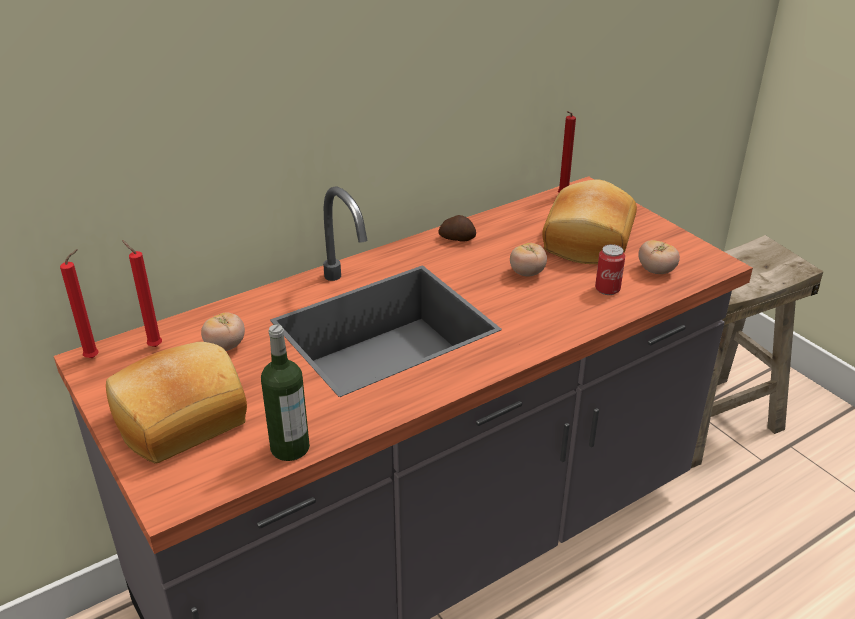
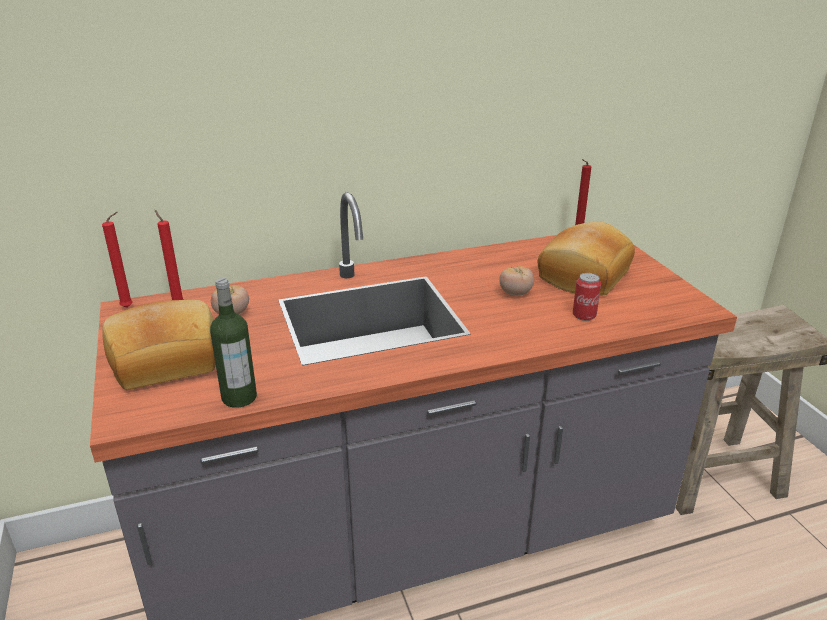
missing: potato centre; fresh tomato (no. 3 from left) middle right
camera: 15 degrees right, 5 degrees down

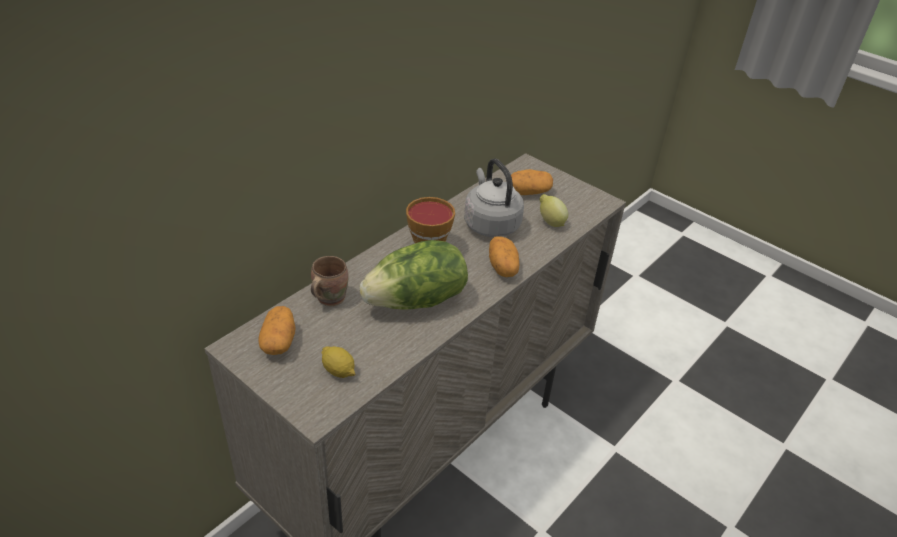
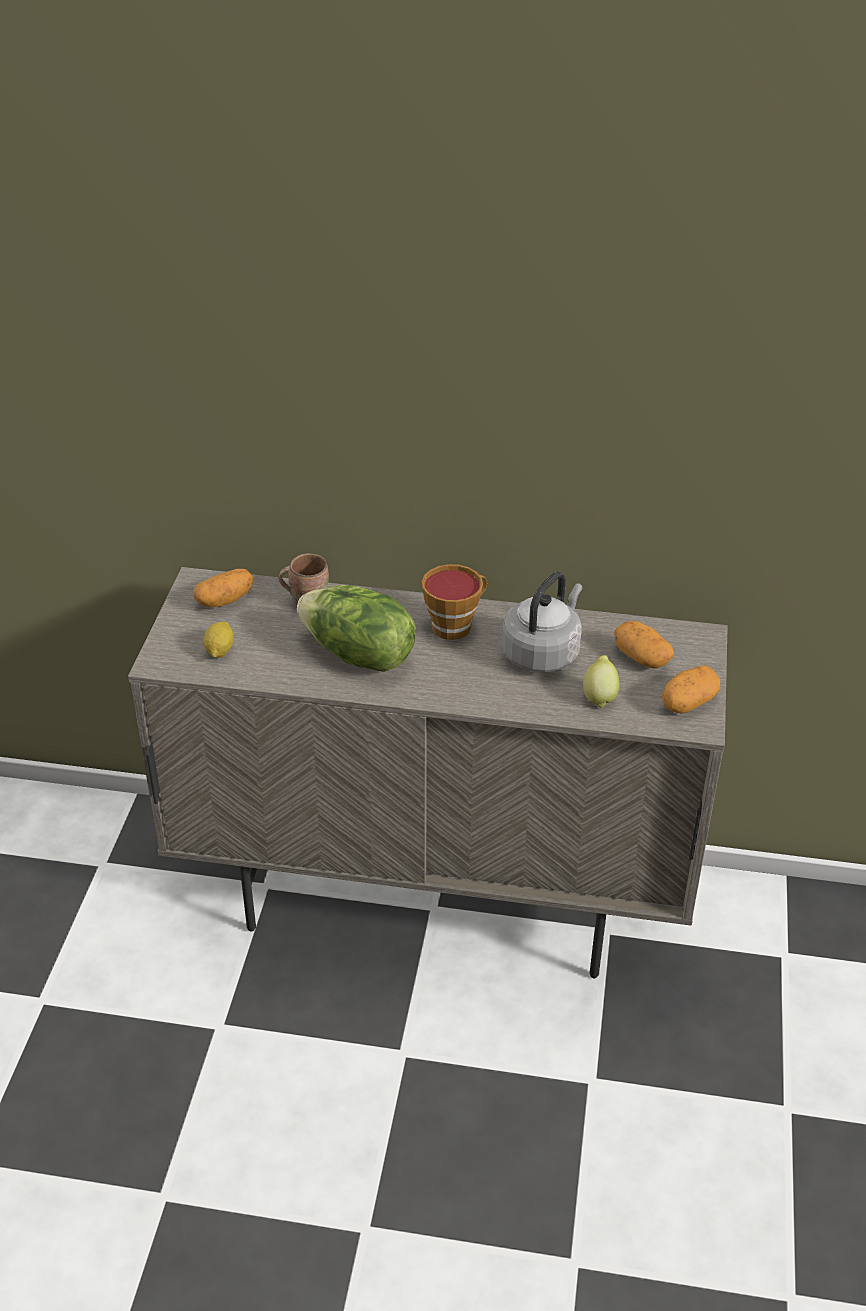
relocated: potato (no. 2 from left in the first image) centre to potato (no. 3 from left) middle right
camera: 60 degrees right, 0 degrees up

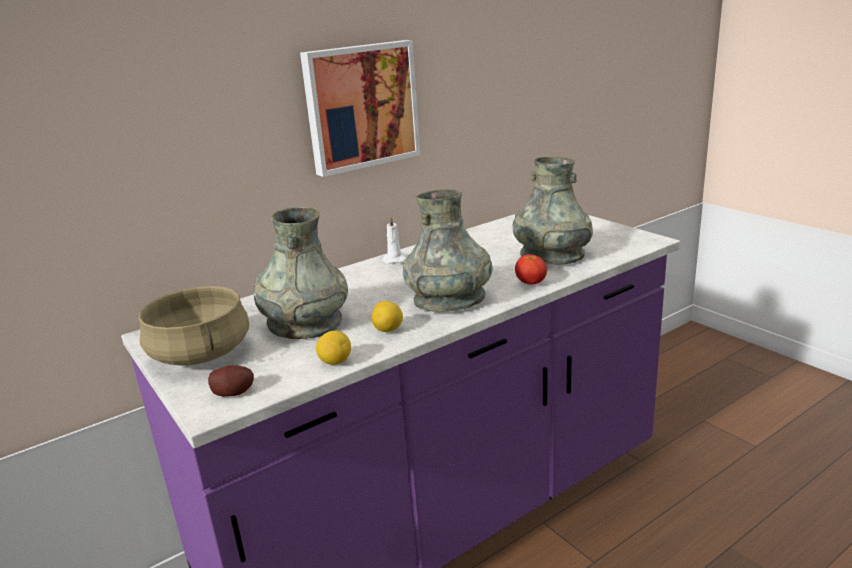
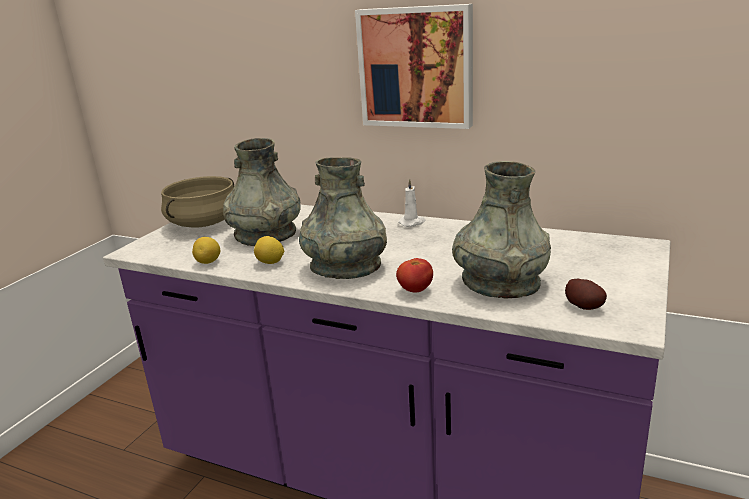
relocated: potato bottom left to middle right
camera: 60 degrees right, 0 degrees up

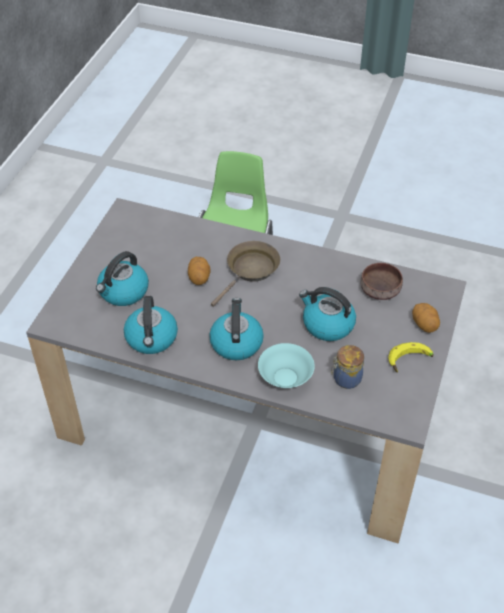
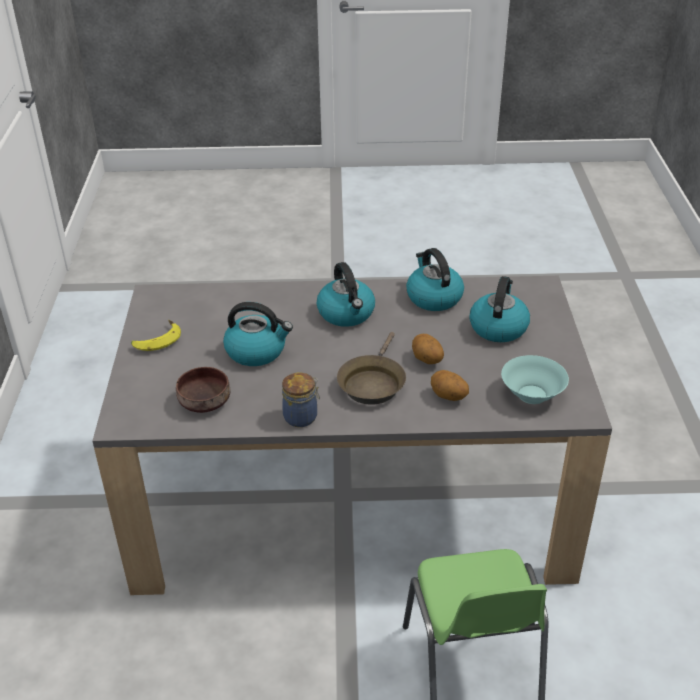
relocated: turquoise-coloured bowl centre to middle right; preserve jar middle right to centre; potato (no. 2 from left) middle right to centre
camera: 160 degrees right, 10 degrees down

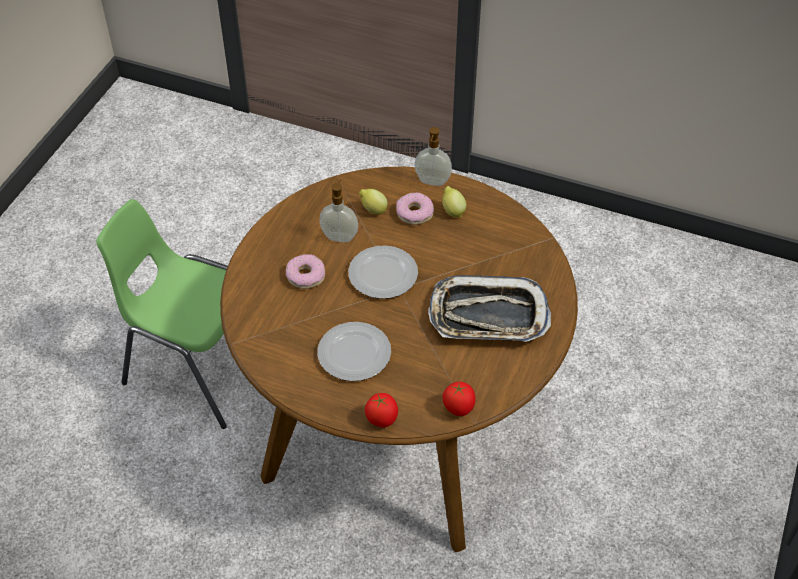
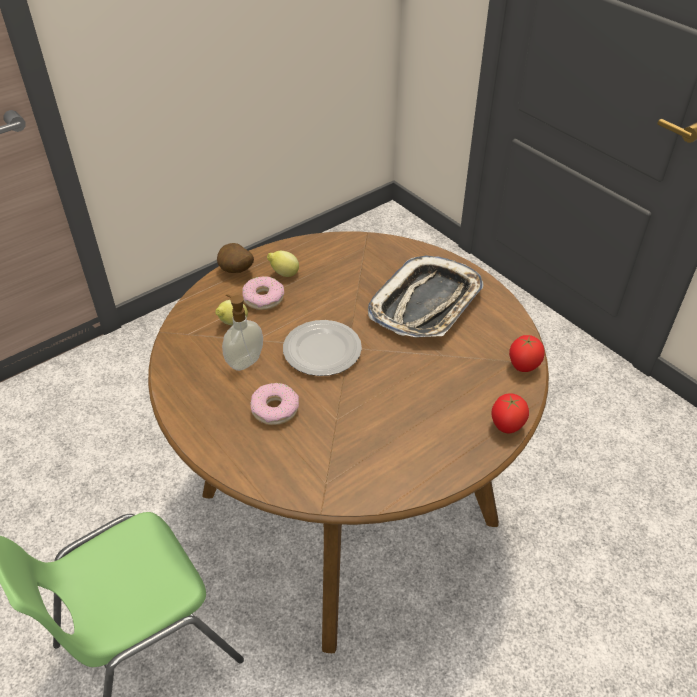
missing: dinner plate (no. 1 from left) centre
exchanged: liquid soap bottle (no. 2 from left) top centre to potato centre
camera: 60 degrees left, 5 degrees down

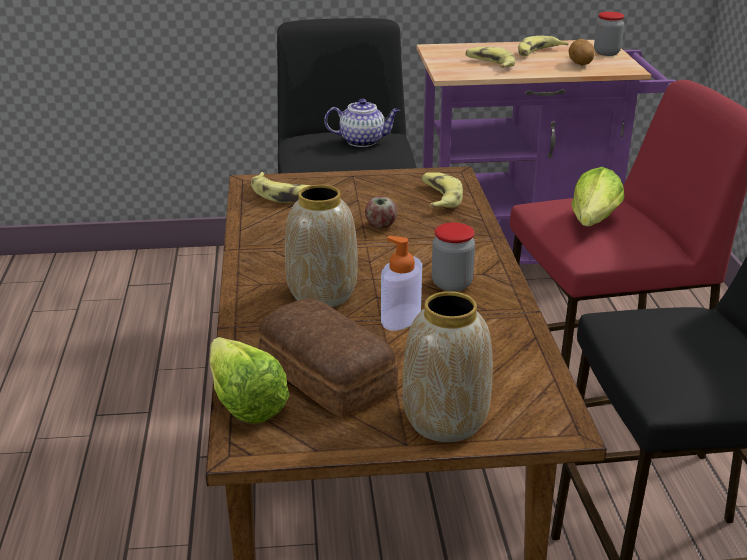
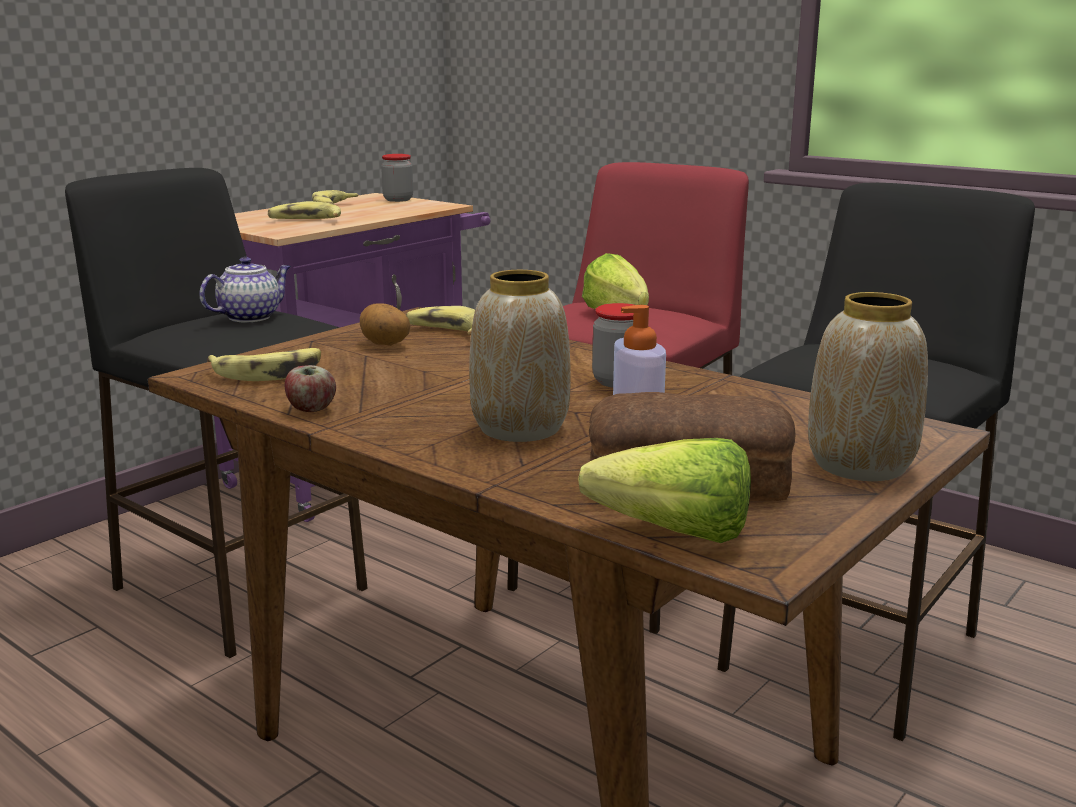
relocated: apple centre to middle left; potato top right to centre
camera: 45 degrees left, 10 degrees down

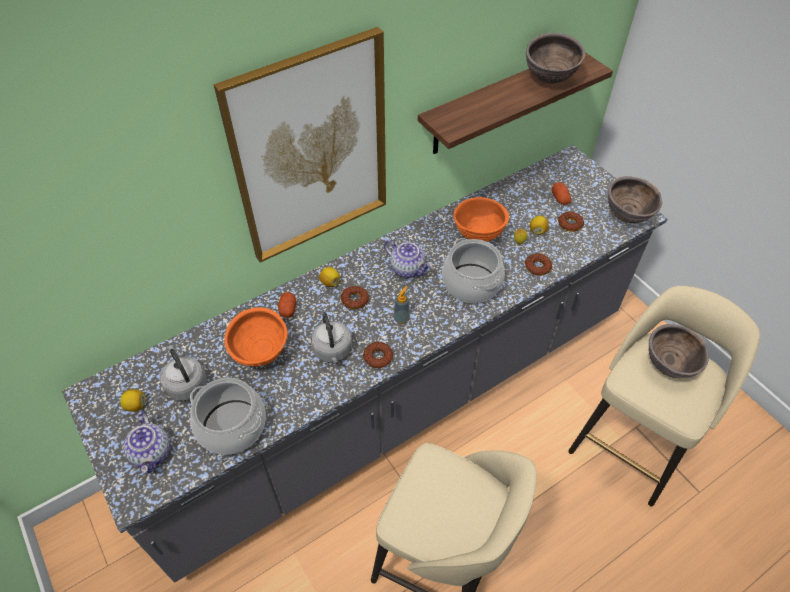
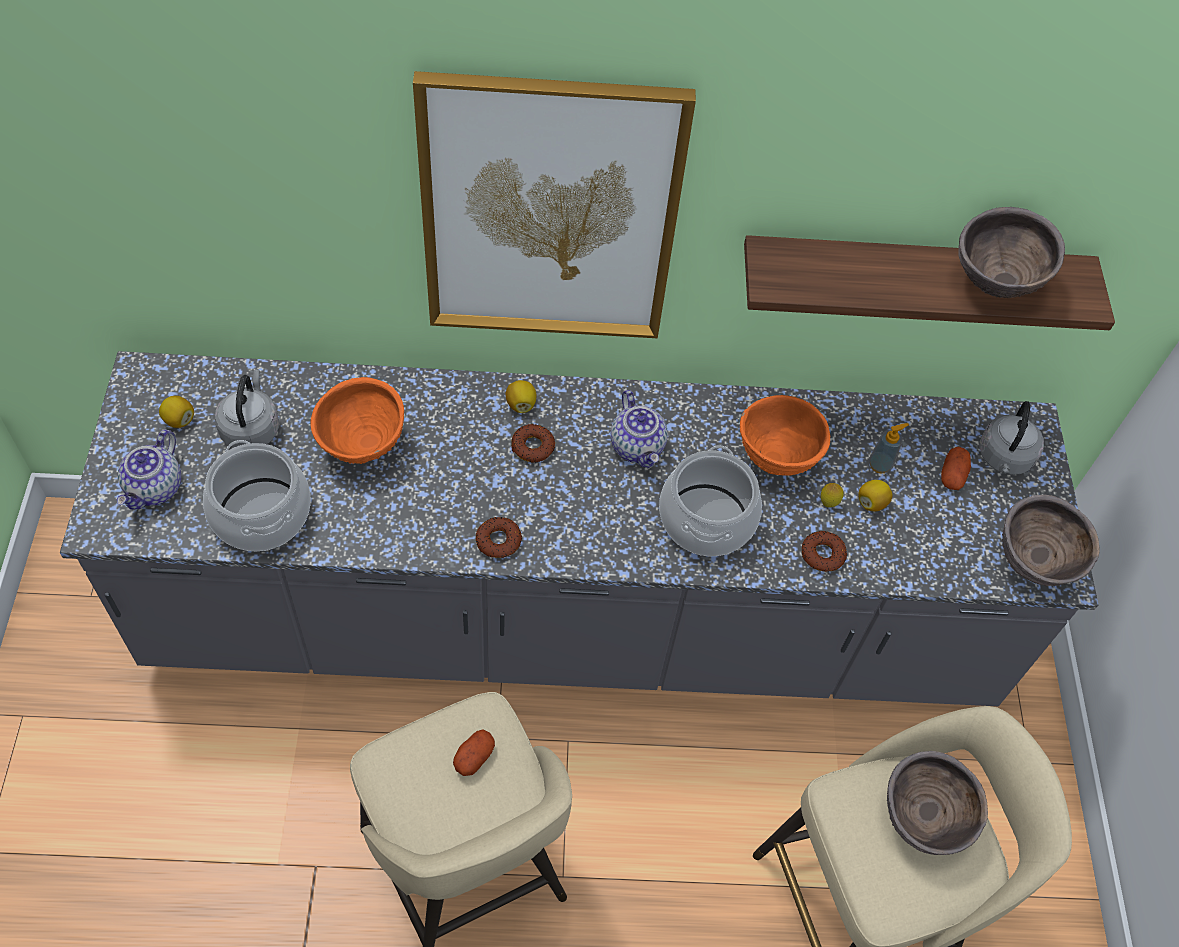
missing: doughnut (no. 4 from left) middle right
relocated: potato (no. 1 from left) centre to bottom centre; greyish kettle (no. 2 from left) centre to middle right; liquid soap bottle centre to middle right
camera: 30 degrees right, 5 degrees up

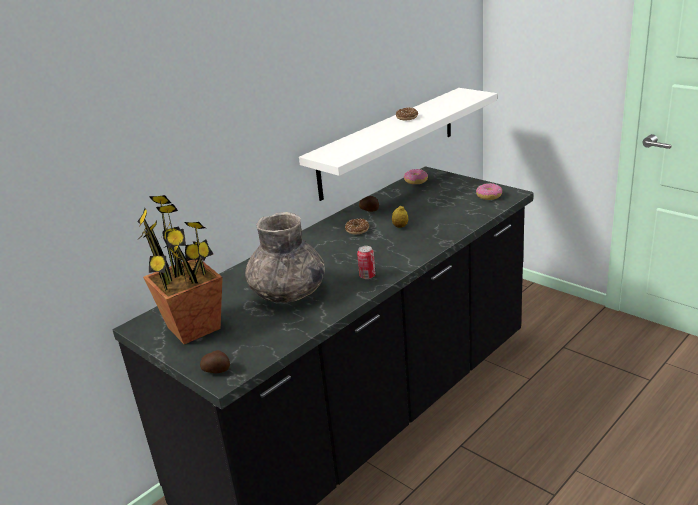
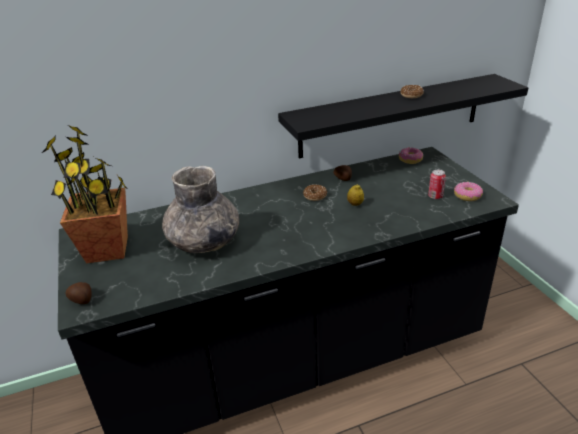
relocated: sealed can centre to middle right
colour: whitish bracket shelf top centre to black-coloured bracket shelf top right
camera: 25 degrees right, 5 degrees up

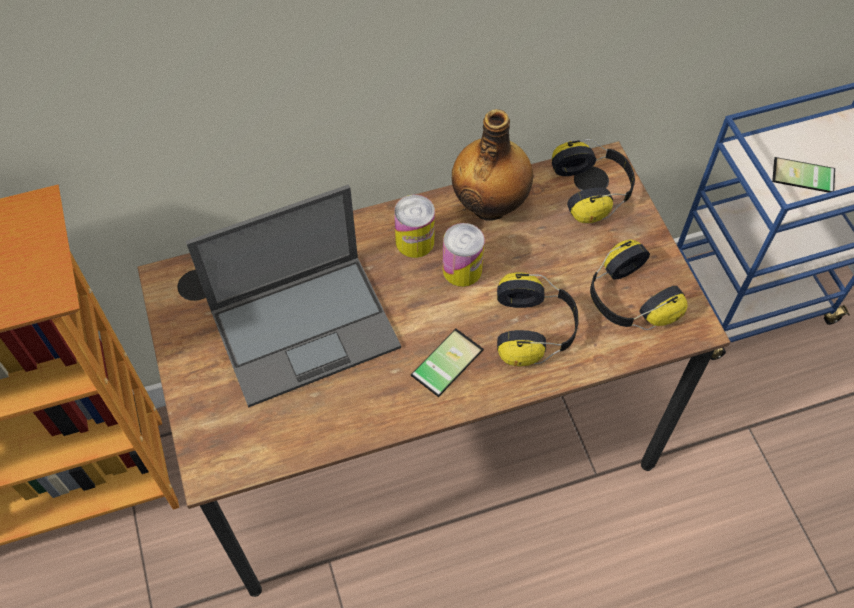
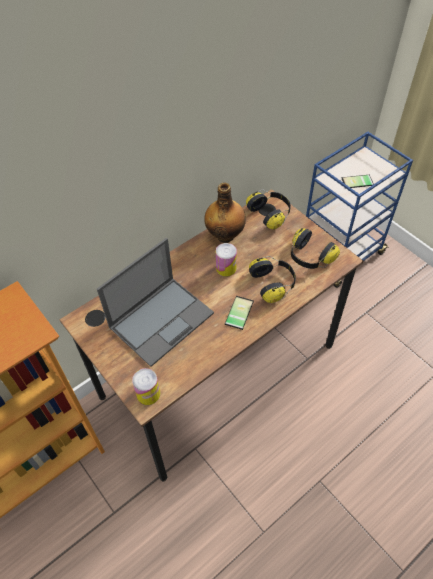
relocated: sealed can (no. 1 from left) centre to bottom centre
camera: 20 degrees left, 5 degrees down

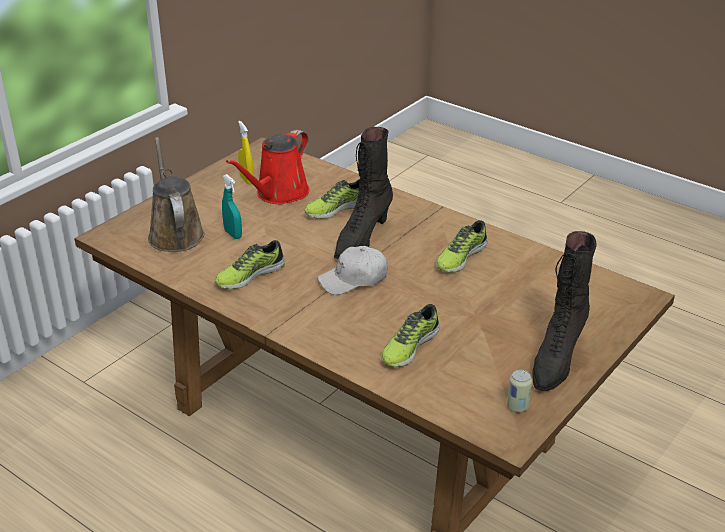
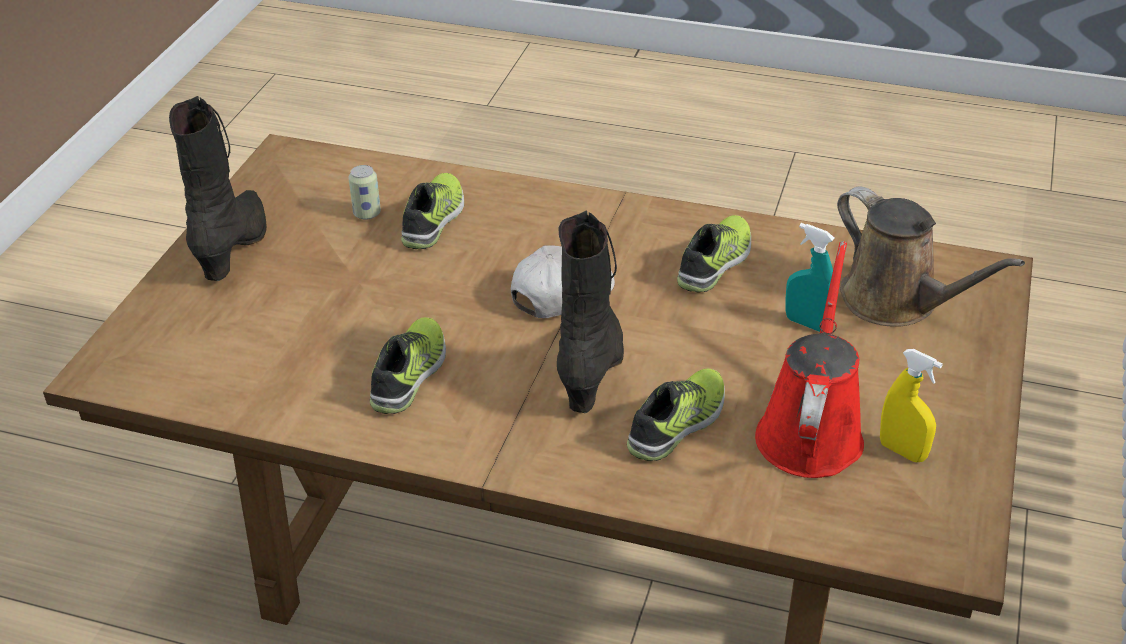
relocated: sealed can bottom right to top left
camera: 160 degrees right, 5 degrees up

